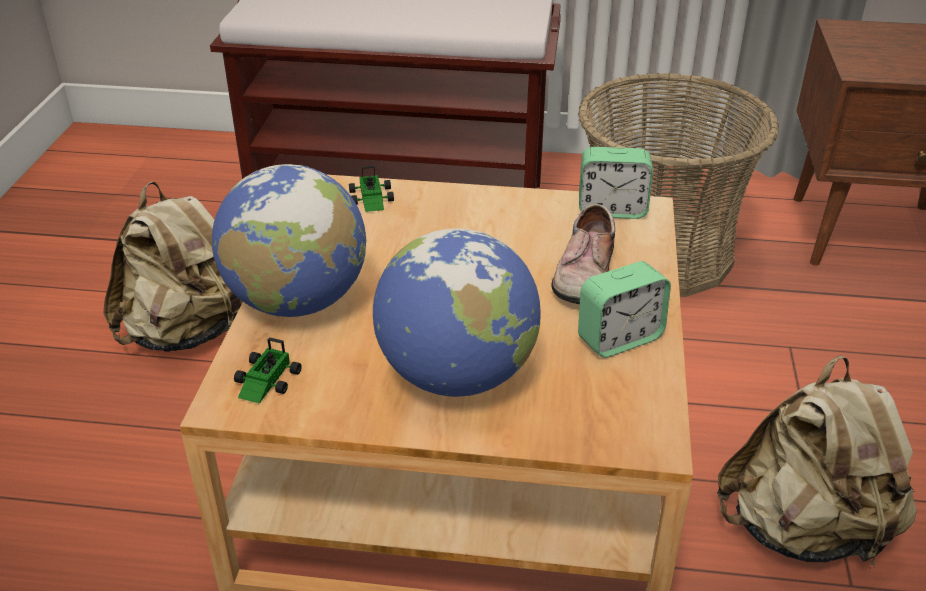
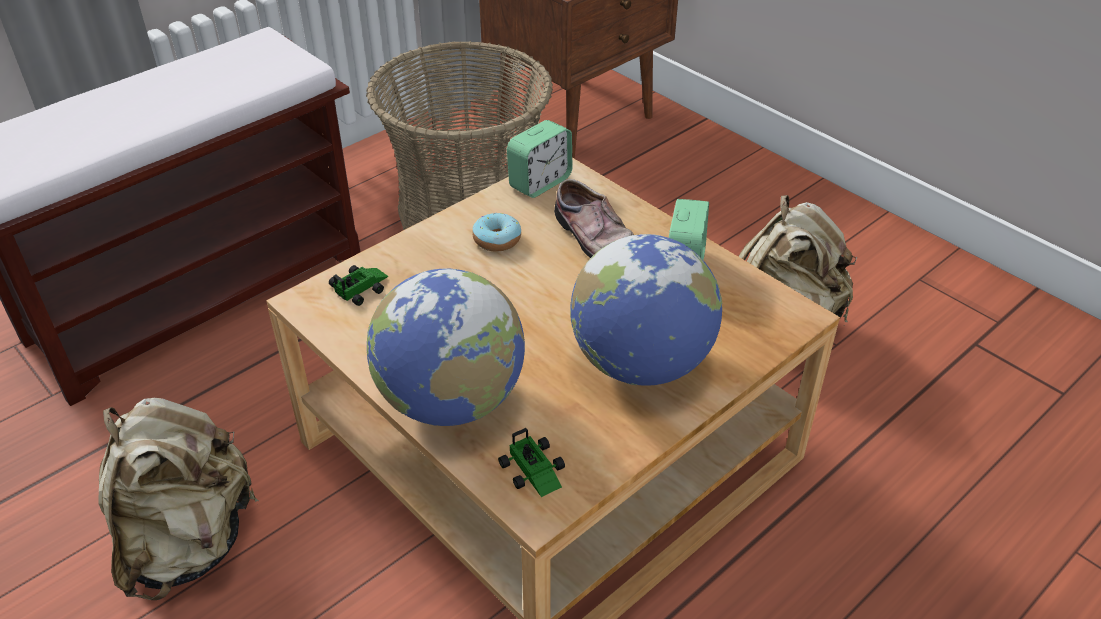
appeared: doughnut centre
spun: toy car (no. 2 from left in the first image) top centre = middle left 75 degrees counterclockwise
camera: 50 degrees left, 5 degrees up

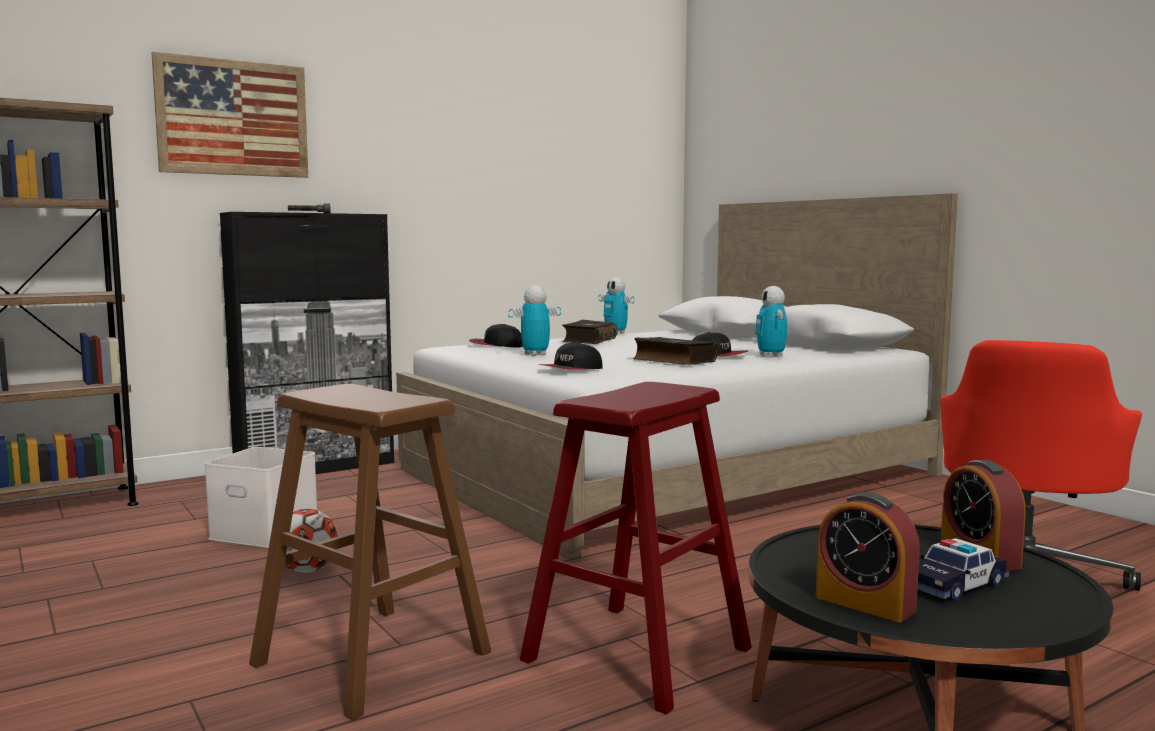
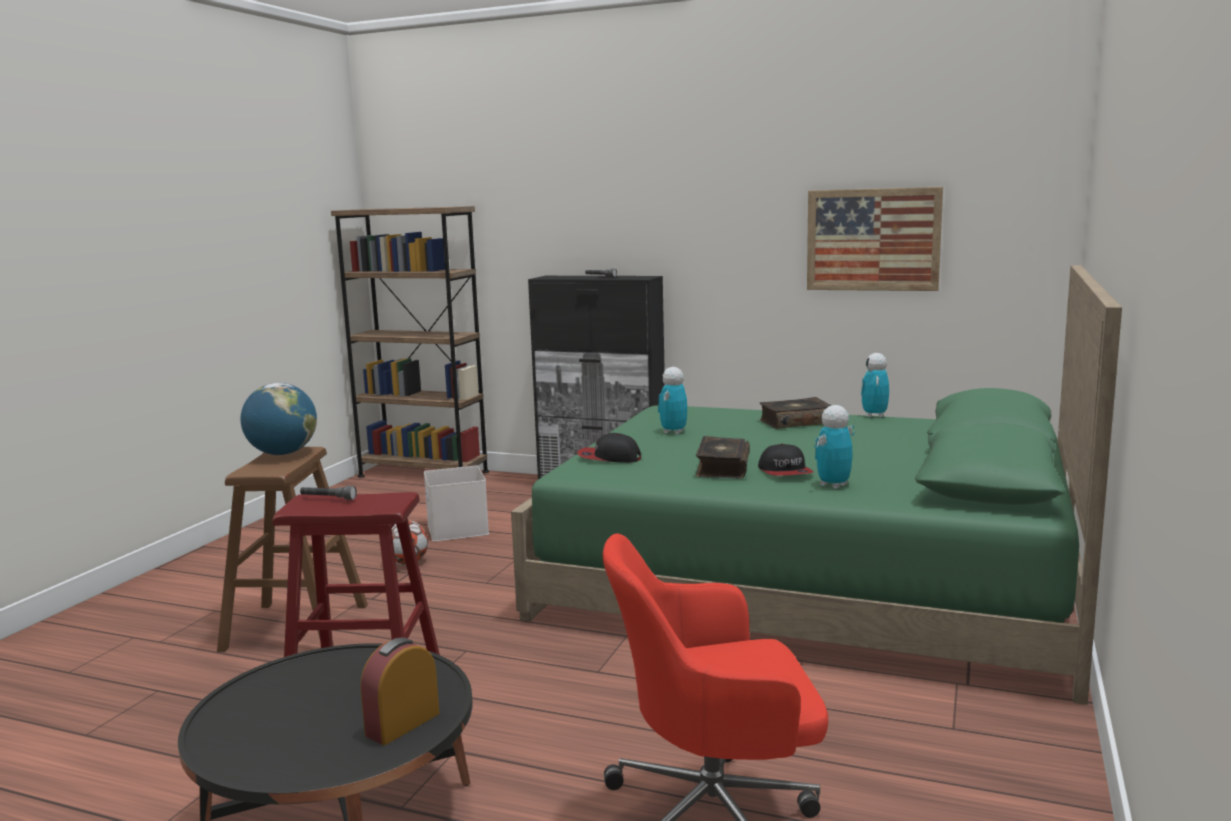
missing: cap (no. 1 from left) centre; table clock (no. 1 from left) bottom right; toy car bottom right
appeared: desk globe middle left; greyish flashlight (no. 1 from left) middle left
relocated: picture top left to top right
colour: whitish bedroom bed centre to green-coloured bedroom bed centre
spun: model robot (no. 1 from left) centre = centre 90 degrees counterclockwise
camera: 55 degrees right, 5 degrees up

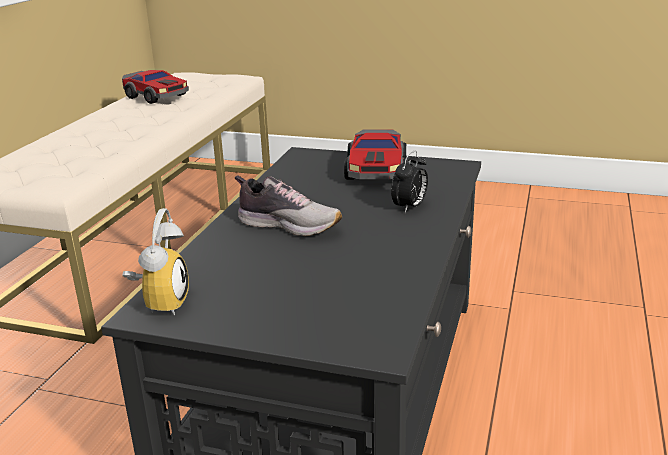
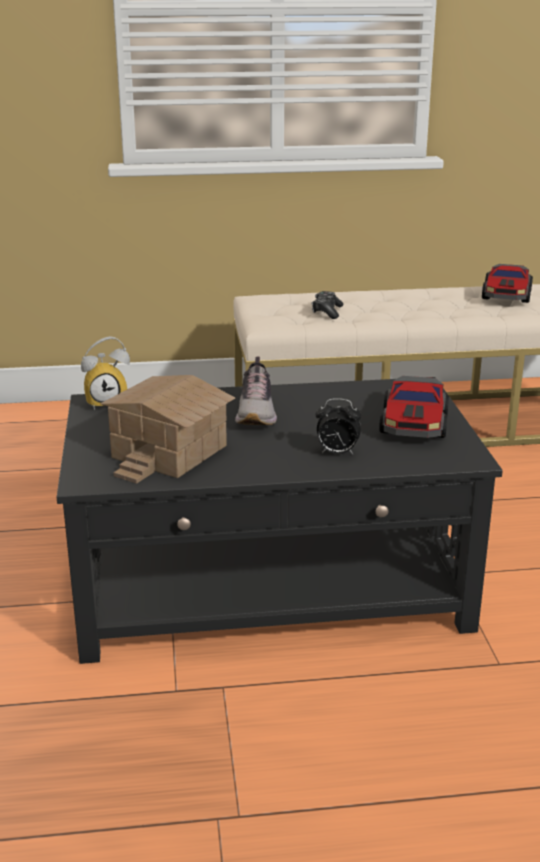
appeared: miniature house middle left; joypad centre
spun: toy car (no. 2 from left in the first image) centre = middle right 60 degrees counterclockwise
camera: 65 degrees right, 0 degrees up

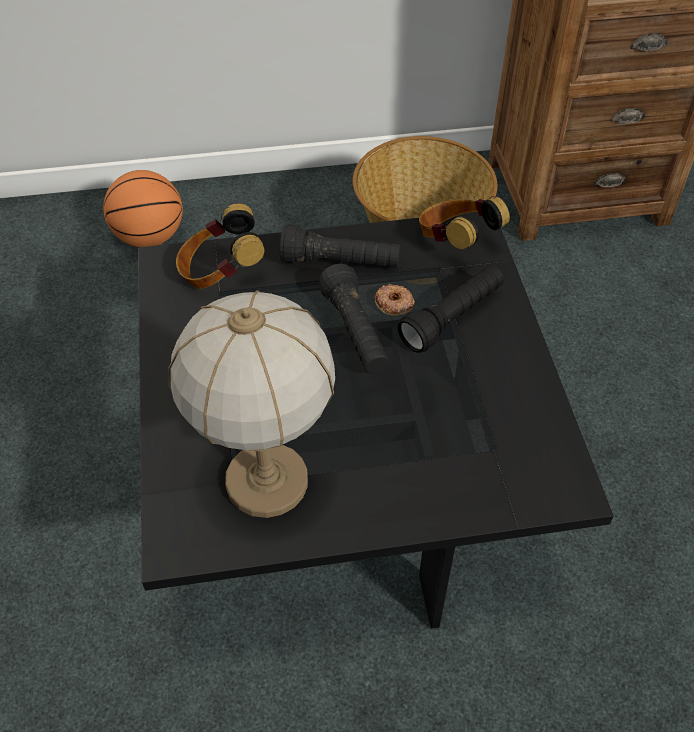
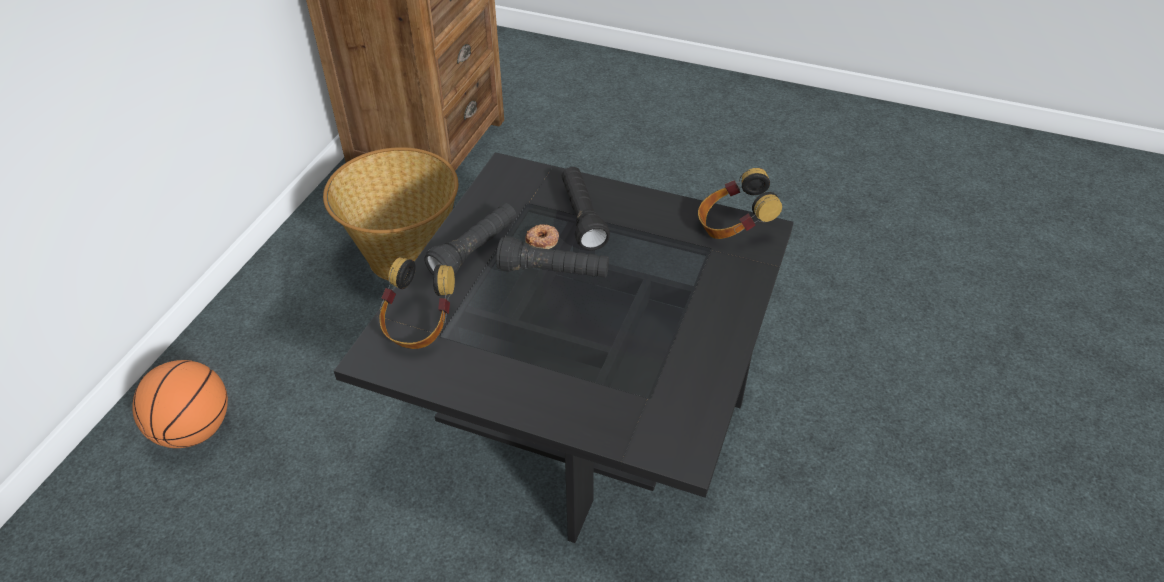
missing: tabletop lamp centre
relocated: pair of headphones (no. 2 from left) top right to centre
camera: 60 degrees left, 5 degrees down

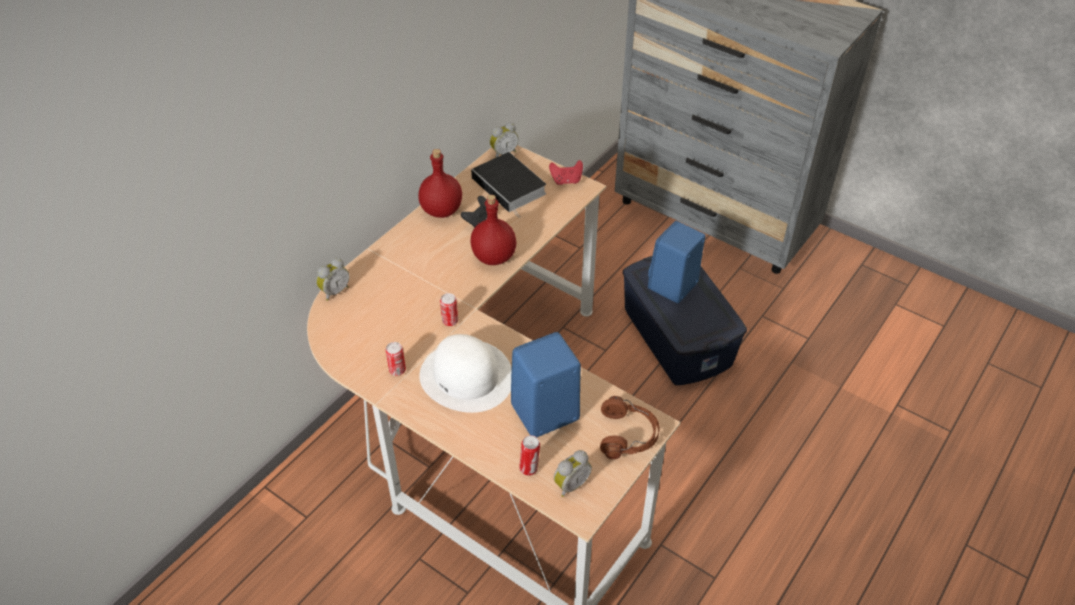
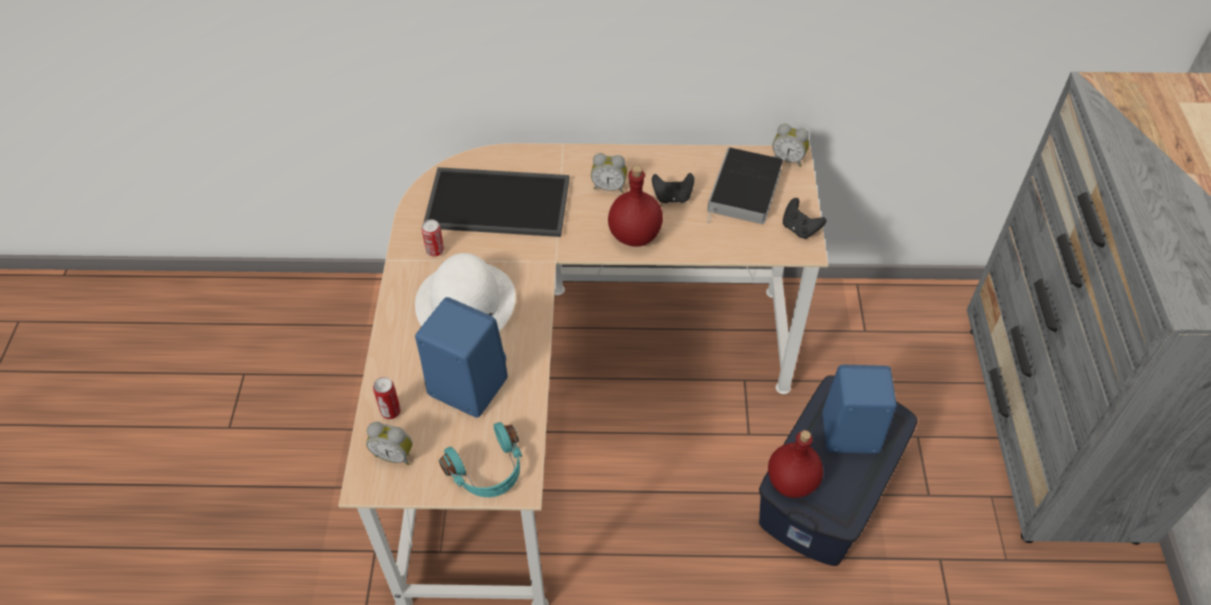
missing: sealed can (no. 2 from left) centre
appeared: tray centre
relocated: table clock (no. 1 from left in the first image) middle left to table clock (no. 2 from left) top centre; red beverage bottle (no. 1 from left in the first image) top centre to red beverage bottle (no. 2 from left) bottom centre
colour: red joypad top centre to black-coloured joypad (no. 2 from left) centre; brown-coloured pair of headphones bottom centre to turquoise-coloured pair of headphones bottom centre
camera: 55 degrees right, 5 degrees up

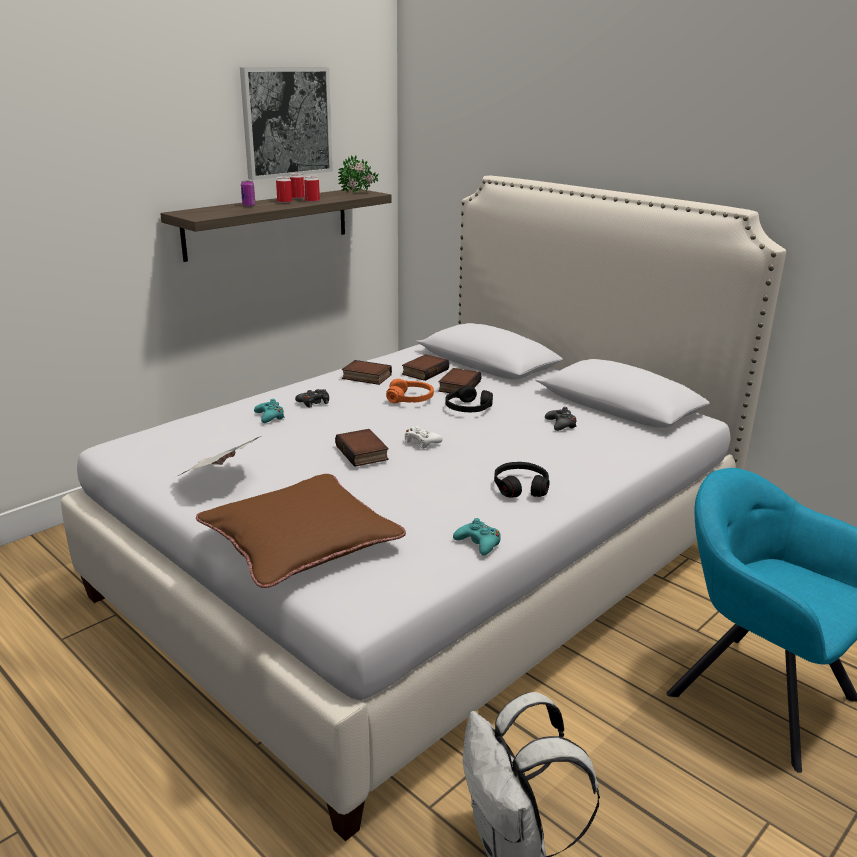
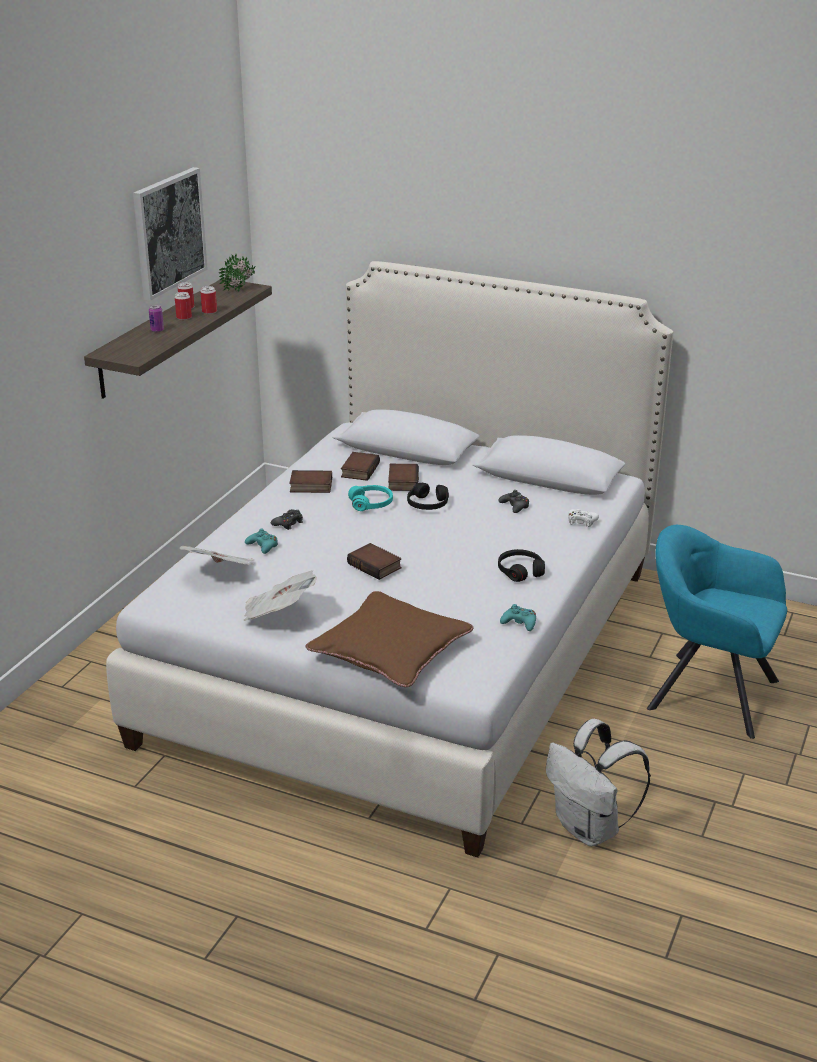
appeared: newspaper (no. 1 from left) middle left
relocated: whitish joypad centre to middle right
colour: orange pair of headphones centre to turquoise-coloured pair of headphones centre
camera: 20 degrees left, 5 degrees up

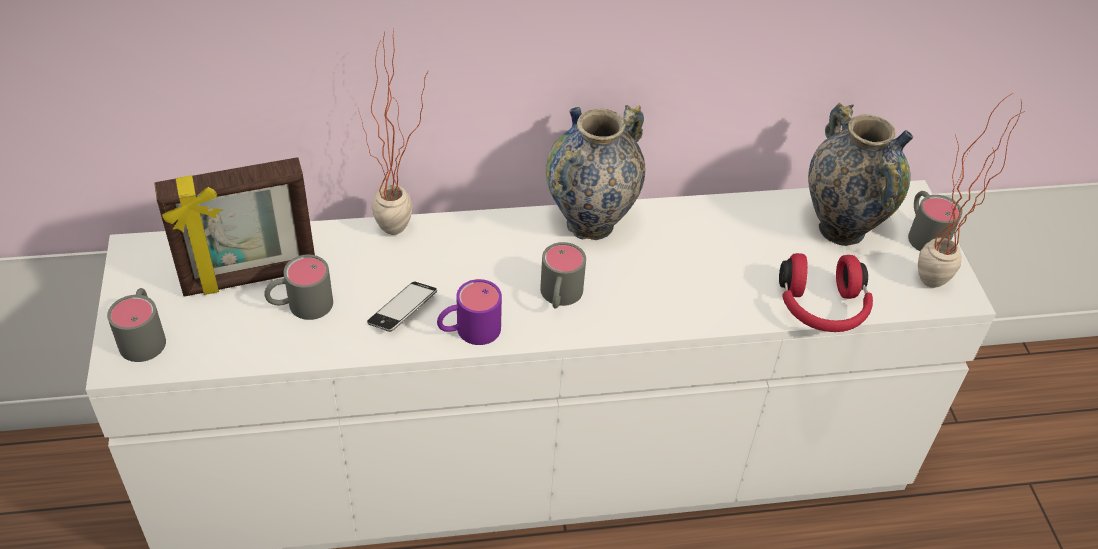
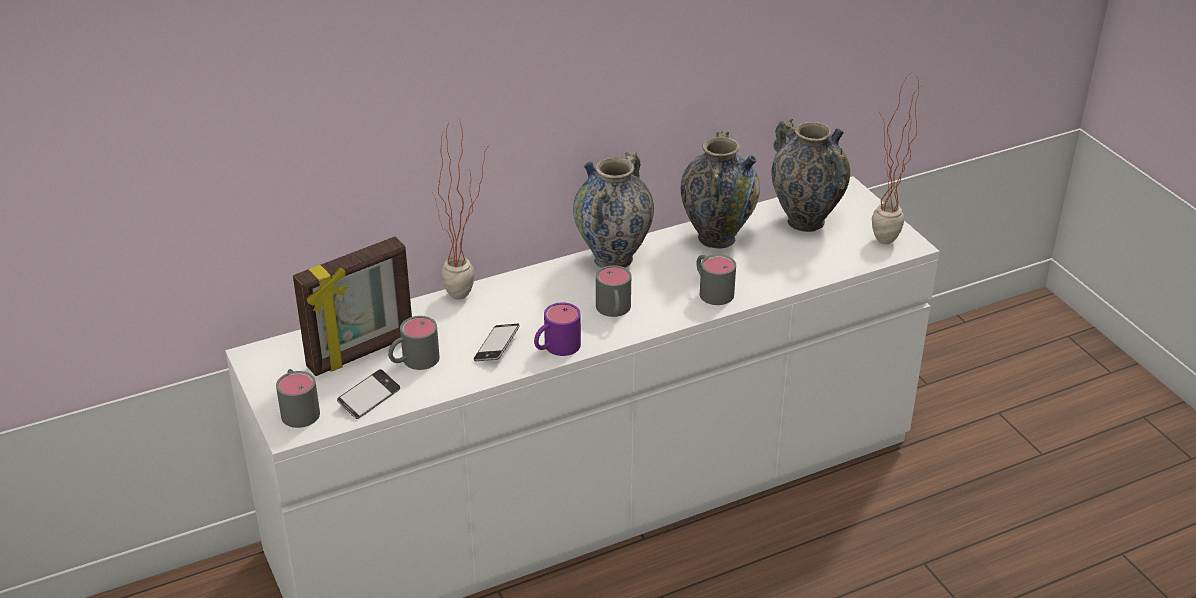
missing: red pair of headphones middle right
appeared: phone (no. 1 from left) middle left; vase (no. 2 from left) top centre
relocated: greyish mug (no. 4 from left) middle right to centre
camera: 15 degrees left, 10 degrees down

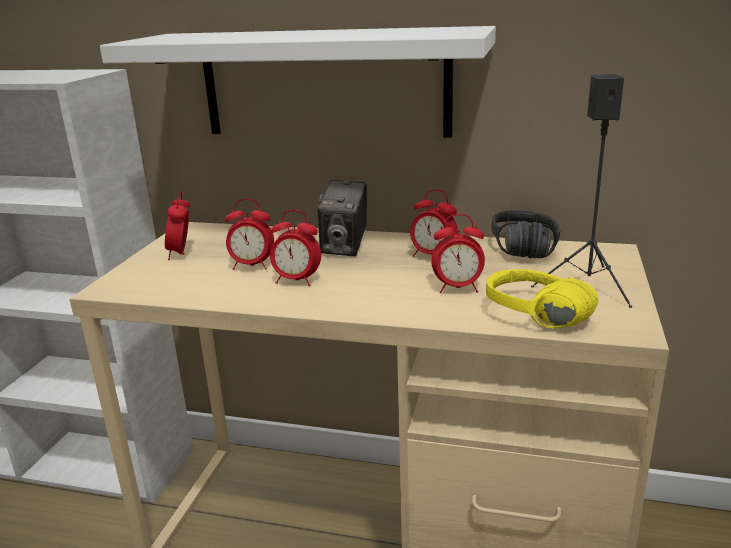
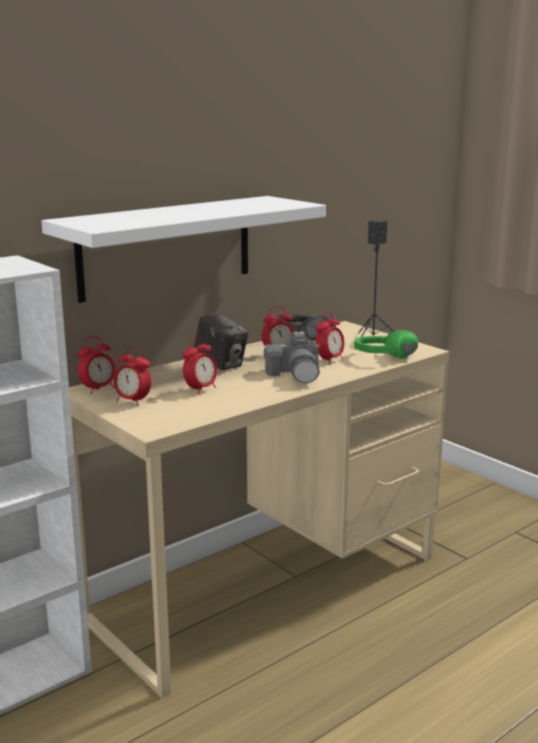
appeared: photo camera (no. 2 from left) centre
relocated: table clock (no. 3 from left in the first image) centre to table clock (no. 1 from left) middle left
colour: yellow-coloured pair of headphones middle right to green-coloured pair of headphones middle right
camera: 55 degrees left, 5 degrees down

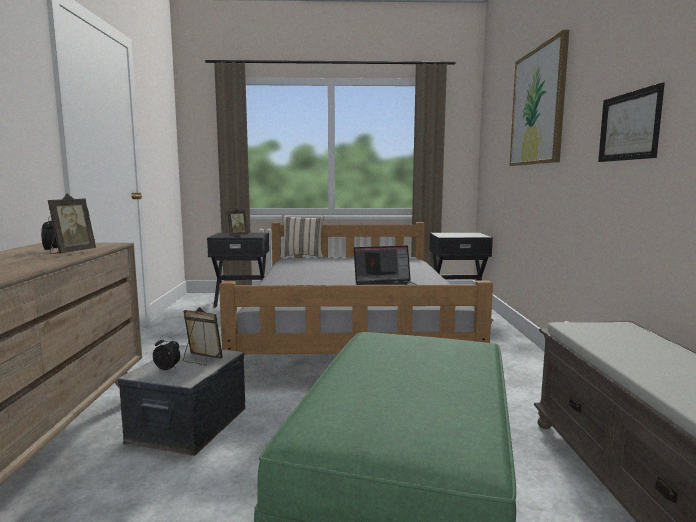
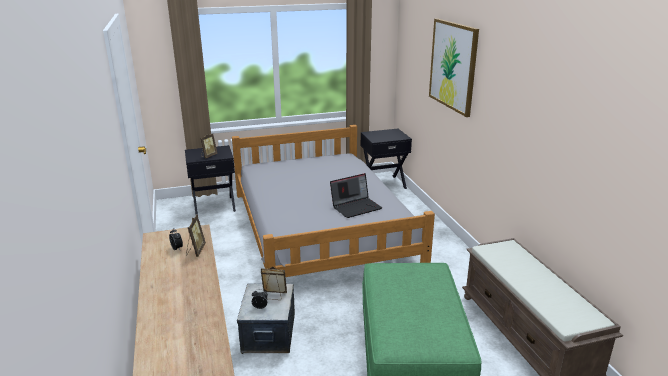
missing: sand-coloured cushion centre; picture (no. 2 from left) top right
camera: 15 degrees left, 15 degrees up

